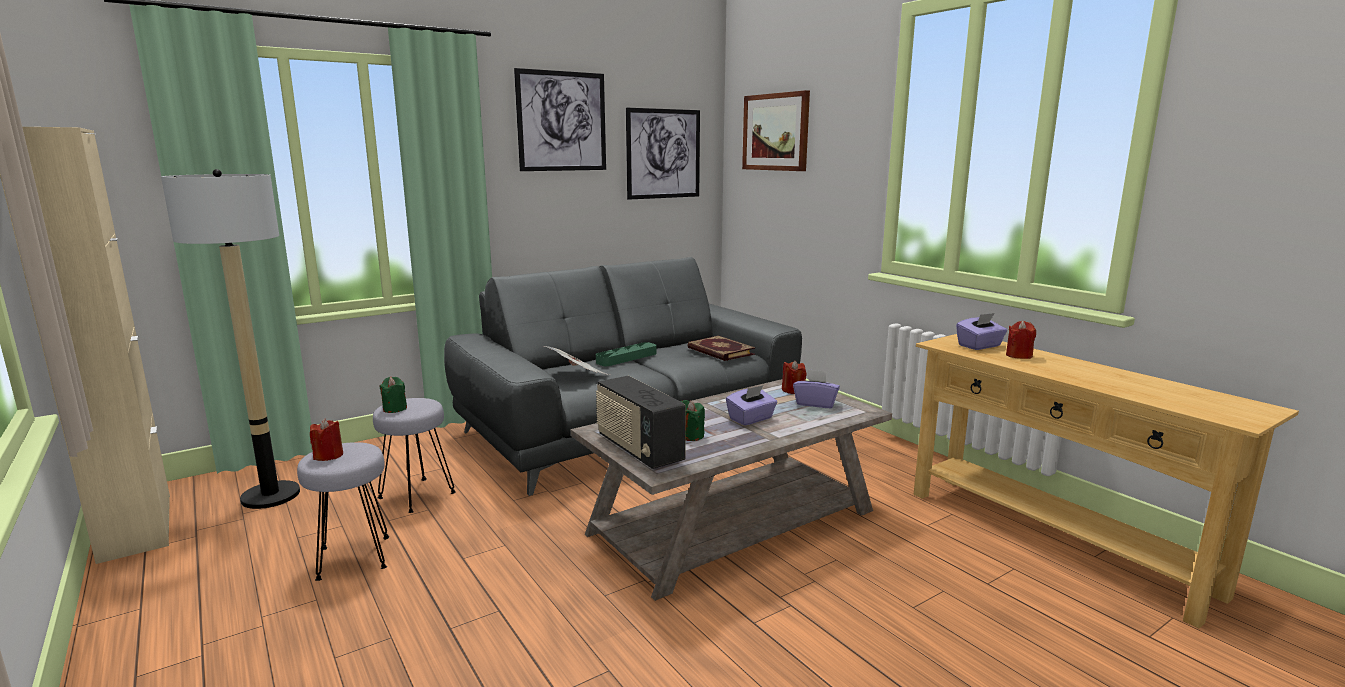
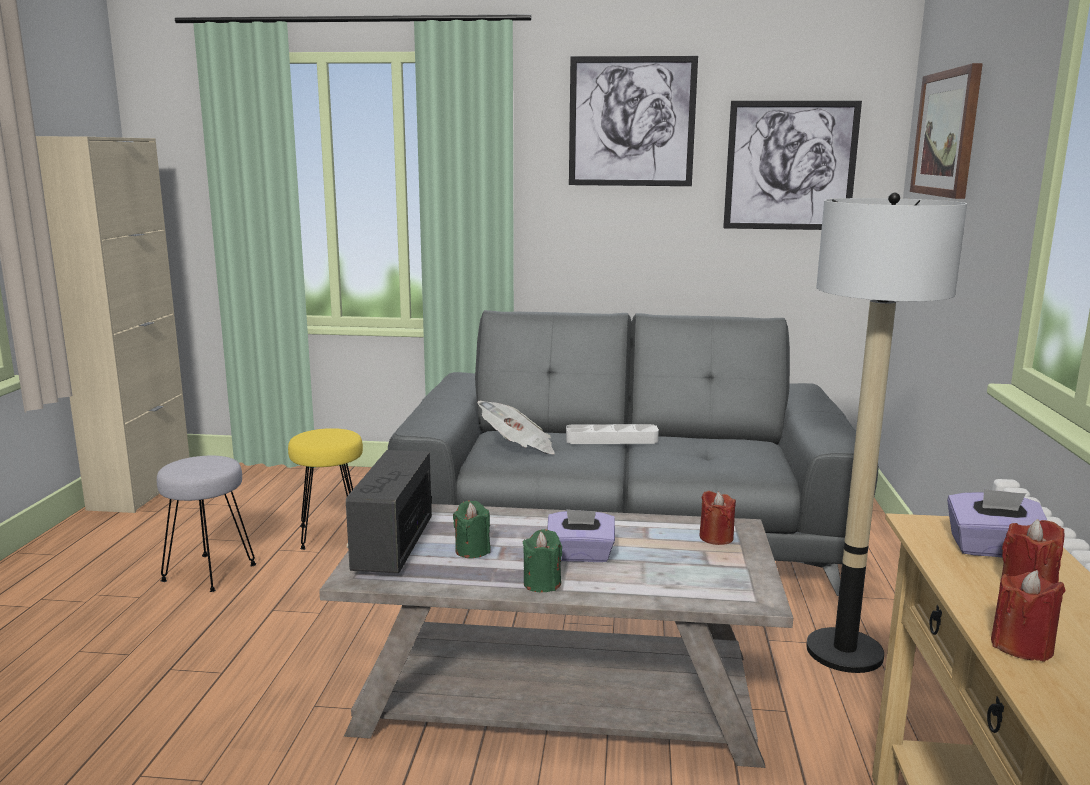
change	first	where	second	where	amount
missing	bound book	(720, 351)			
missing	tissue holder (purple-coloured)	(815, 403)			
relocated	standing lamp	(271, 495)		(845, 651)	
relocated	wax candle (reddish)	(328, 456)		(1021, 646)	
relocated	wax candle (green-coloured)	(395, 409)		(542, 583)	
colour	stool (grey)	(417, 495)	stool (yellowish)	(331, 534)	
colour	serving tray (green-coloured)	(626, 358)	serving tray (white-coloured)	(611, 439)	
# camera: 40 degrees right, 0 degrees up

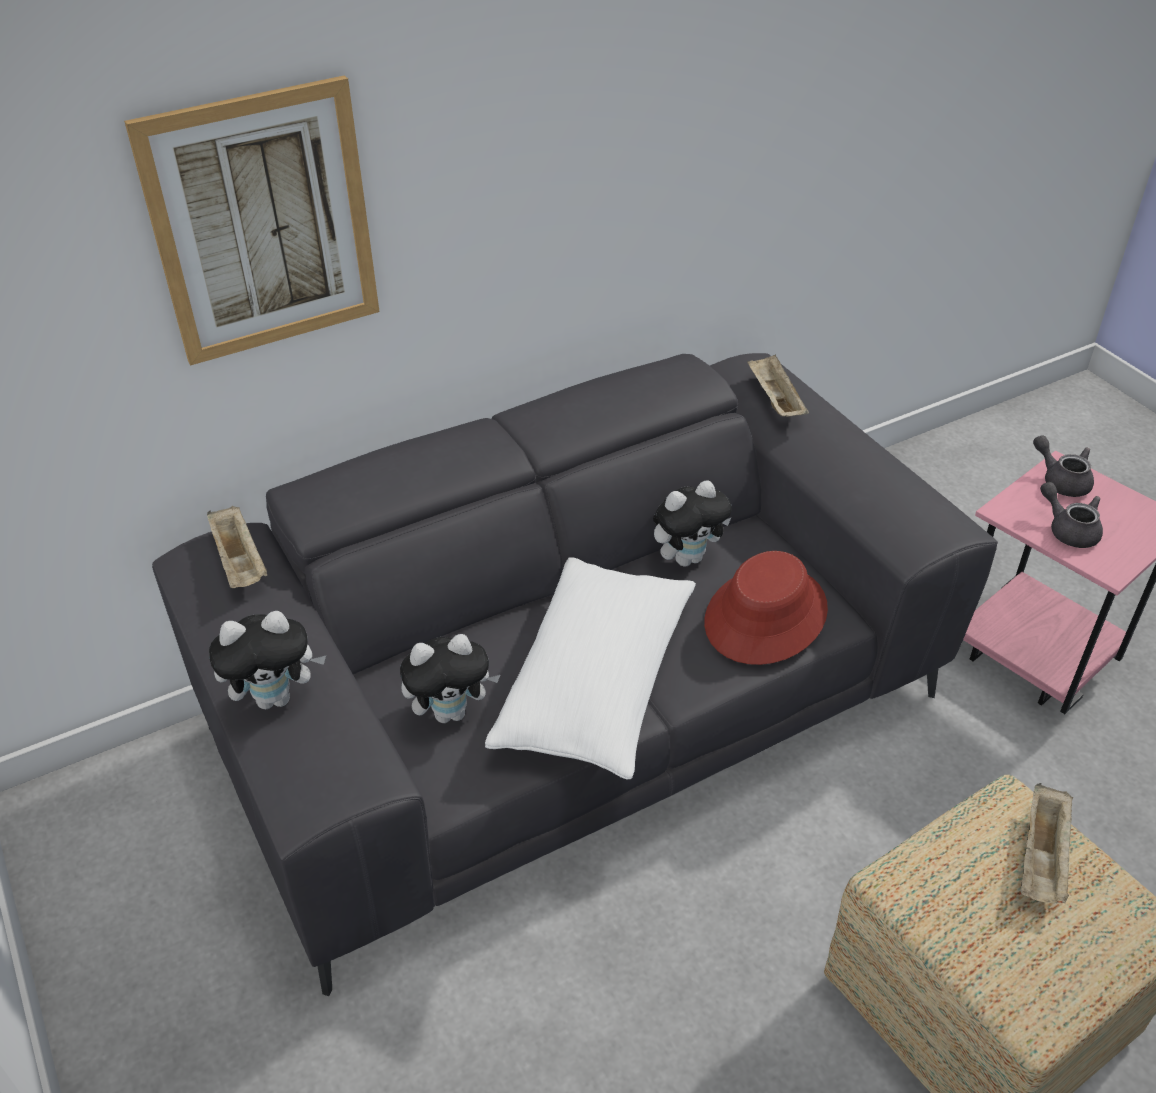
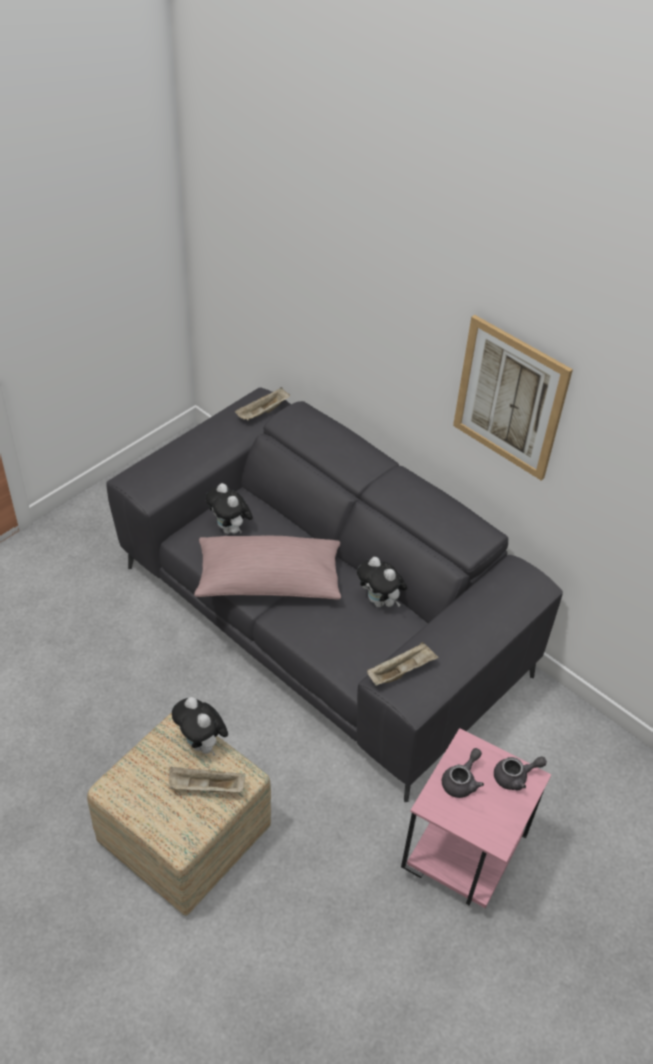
change	first	where	second	where	amount
missing	hat (reddish)	(766, 616)			
relocated	wall picture	(263, 224)		(510, 398)	
relocated	soft toy	(276, 697)		(202, 744)	
relocated	serving tray (beige)	(774, 400)		(401, 671)	
colour	cushion (white-coloured)	(596, 686)	cushion (pinkish)	(268, 582)	
spun	pot for tea (grey)	(1061, 480)		(515, 777)	45 degrees clockwise
# camera: 70 degrees right, 5 degrees up

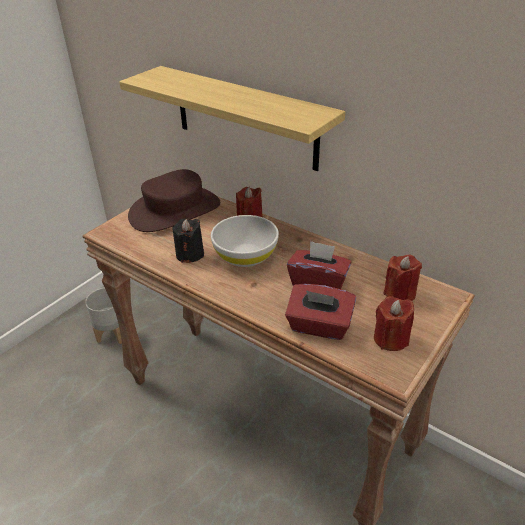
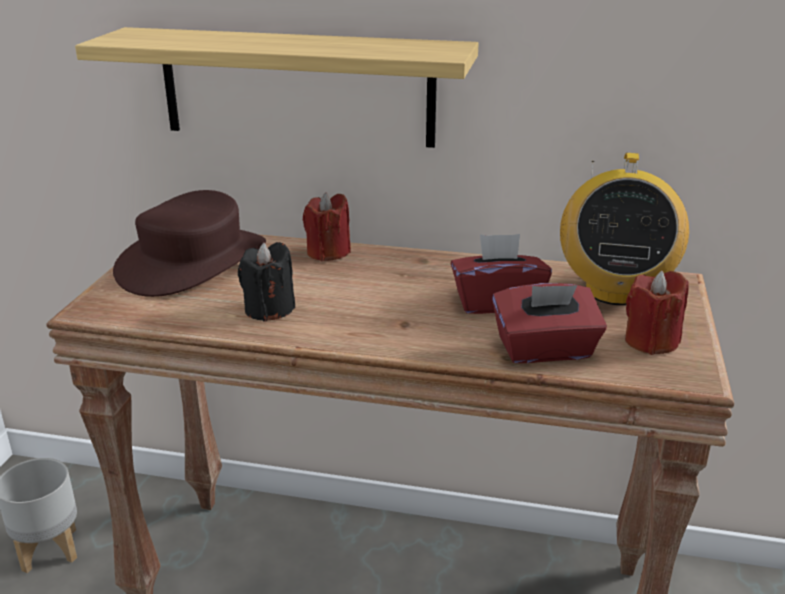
change	first	where	second	where	amount
missing	deep dish (white-coloured)	(246, 256)			
exchanged	wax candle (reddish)	(399, 293)	radio	(614, 291)	
# camera: 25 degrees left, 10 degrees down

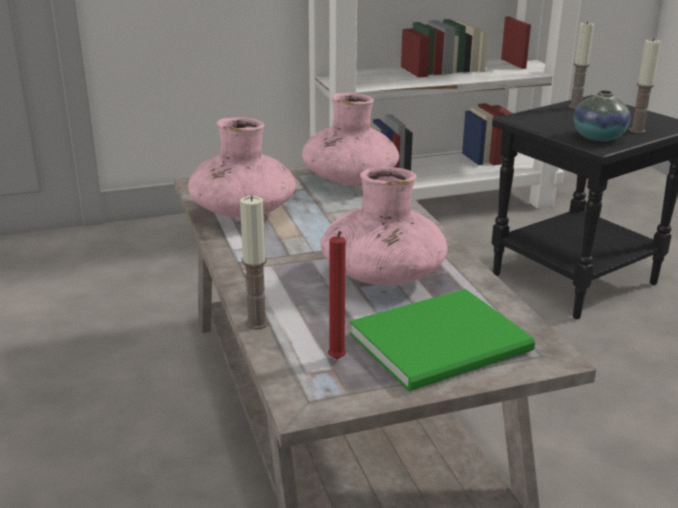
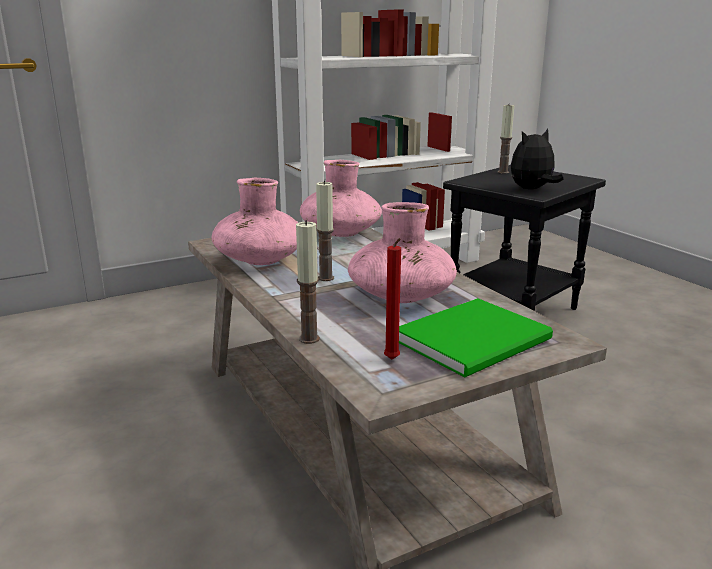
change	first	where	second	where	amount
relocated	wax candle	(637, 130)		(326, 278)	
exchanged	decorative vase	(598, 137)	soft toy	(532, 189)	
# camera: 10 degrees left, 5 degrees down

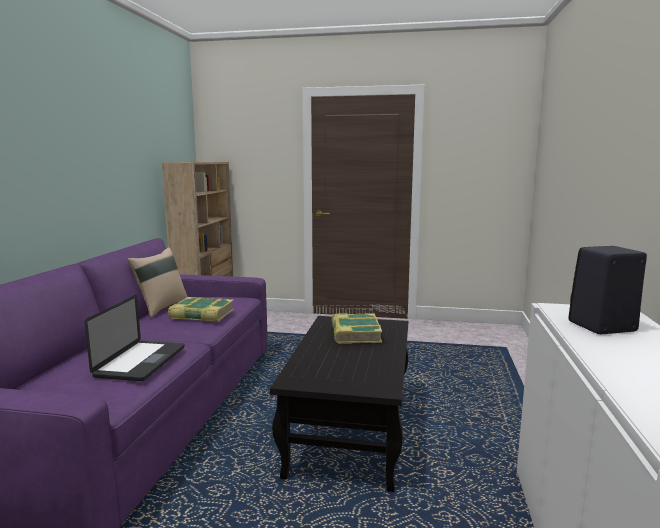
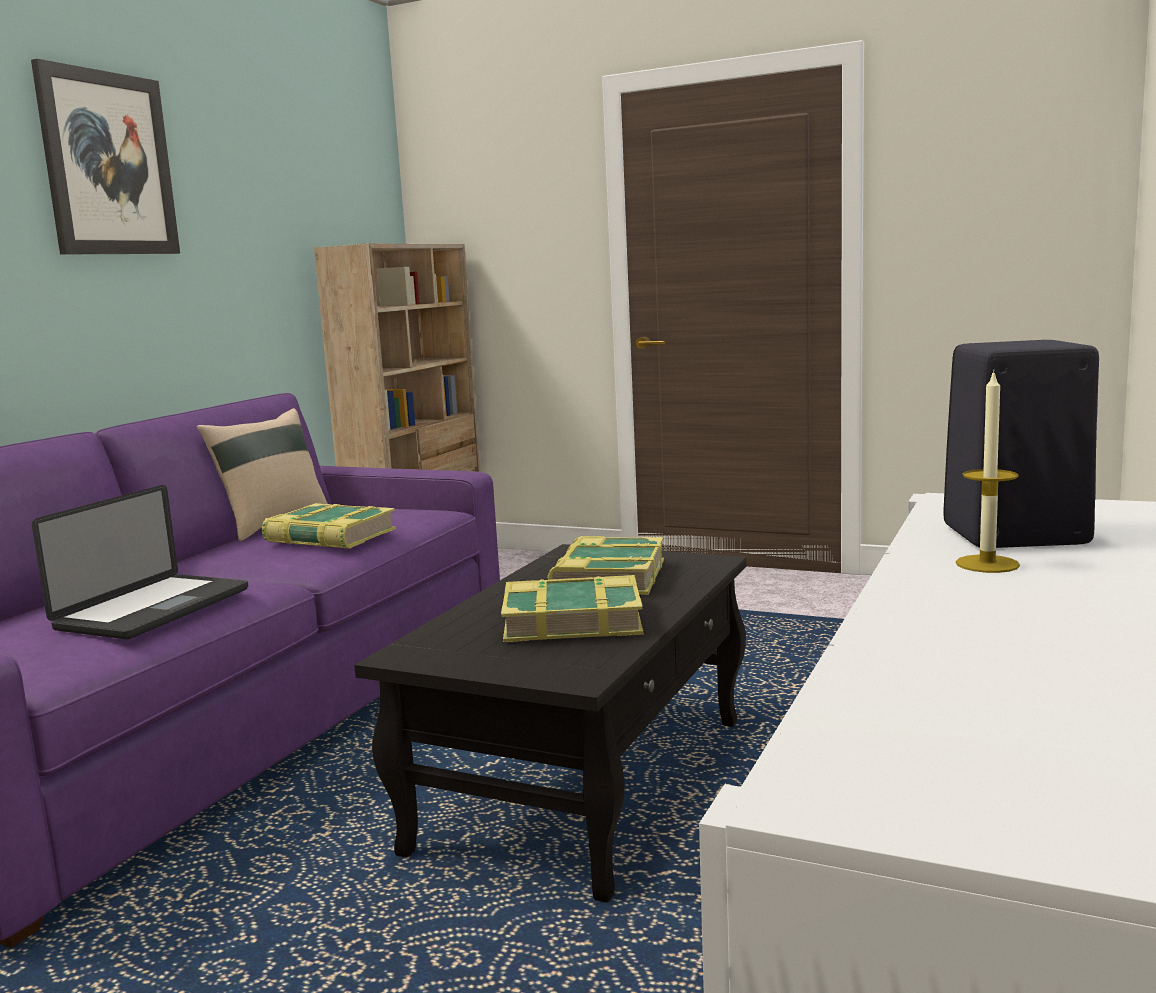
change	first	where	second	where	amount
appeared			wall picture	(108, 164)	
appeared			bound book	(572, 621)	
appeared			wax candle	(987, 564)	
# camera: 15 degrees right, 0 degrees up

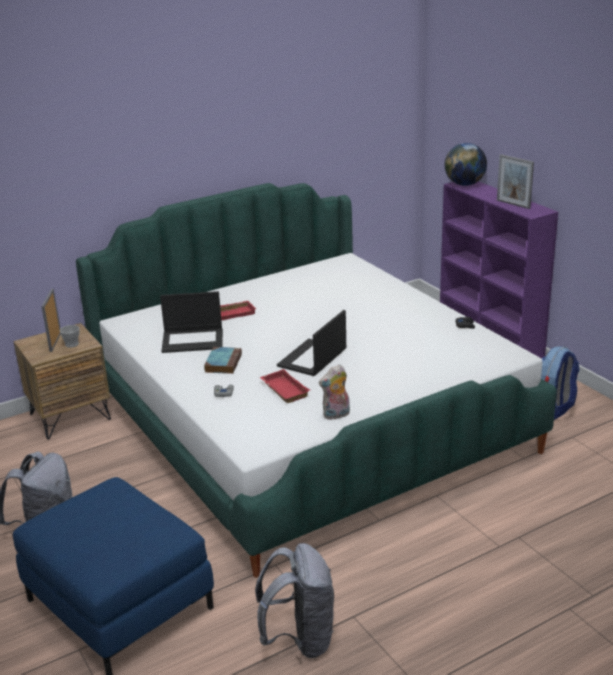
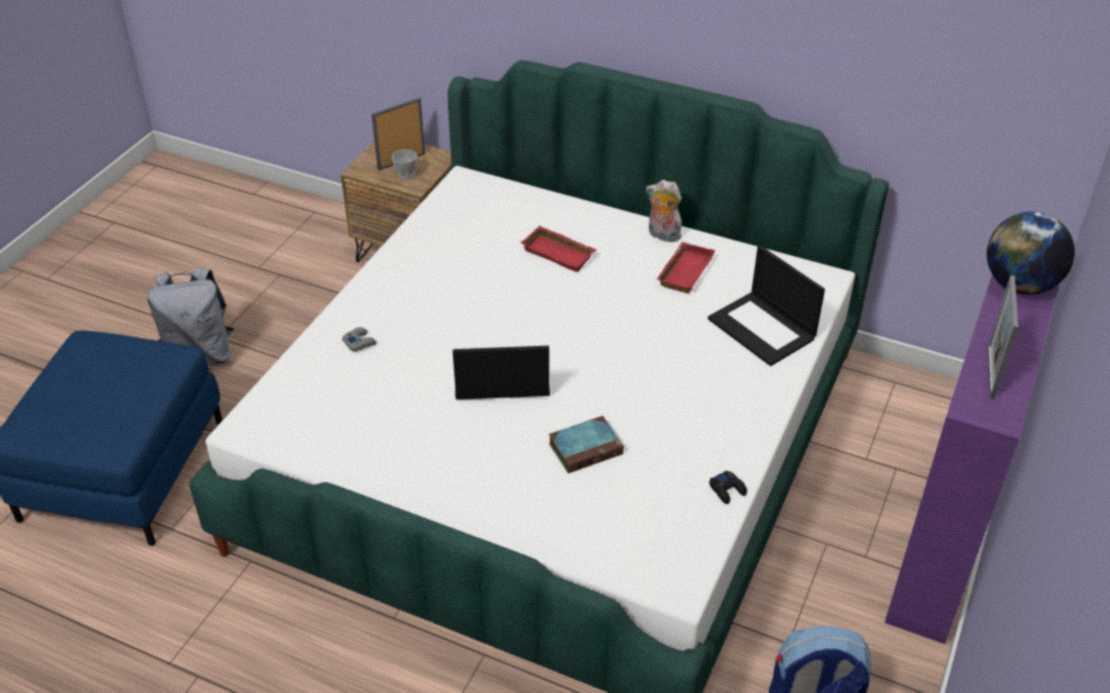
change	first	where	second	where	amount
missing	knapsack (grey)	(300, 639)			
relocated	notebook computer	(193, 340)		(763, 329)	
relocated	bound book	(223, 363)		(586, 447)	
relocated	serving tray (reddish)	(283, 390)		(684, 271)	
relocated	soft toy	(336, 415)		(662, 235)	
# camera: 55 degrees right, 15 degrees up

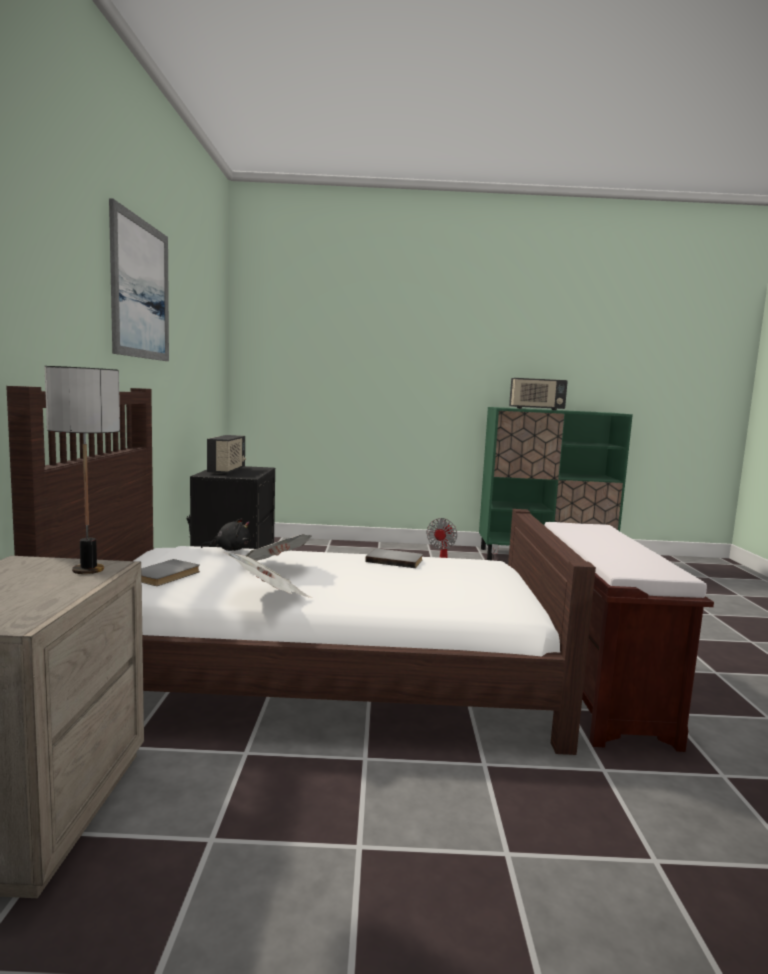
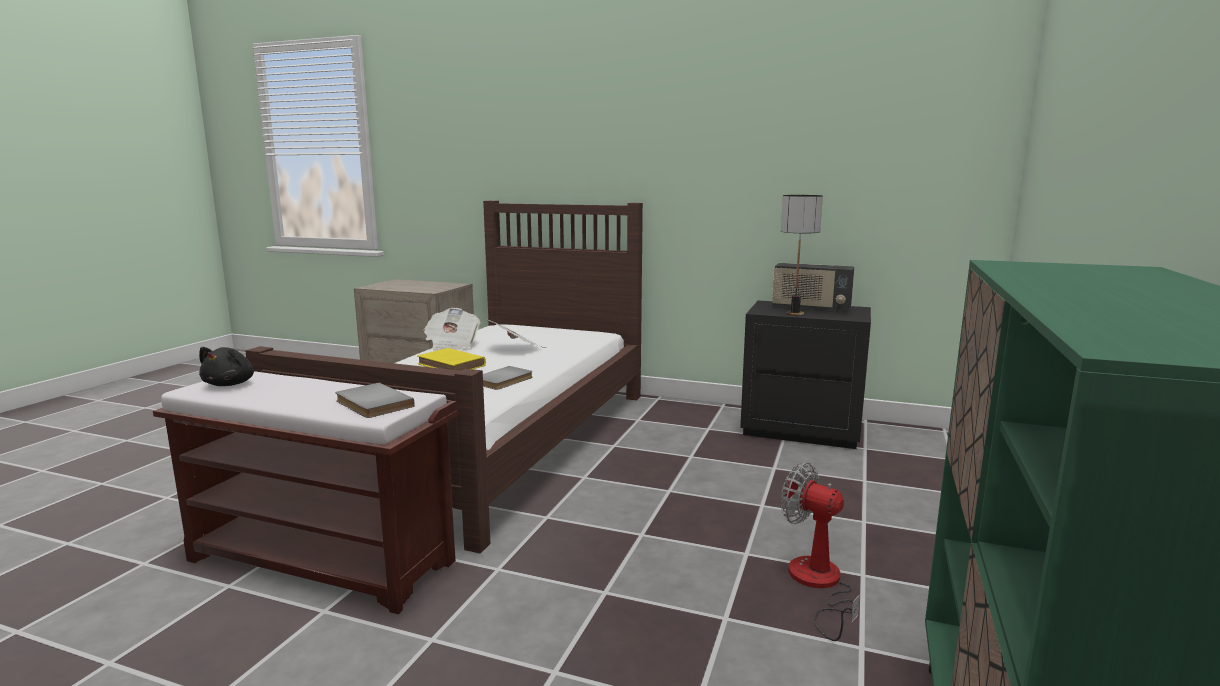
change	first	where	second	where	amount
missing	wall picture	(140, 289)			
missing	radio	(536, 409)			
appeared			bound book (yellowish)	(452, 365)	
relocated	table lamp	(87, 570)		(794, 314)	
relocated	bound book (grey)	(167, 575)		(371, 404)	
relocated	soft toy (black-coloured)	(230, 549)		(231, 384)	
# camera: 110 degrees right, 5 degrees up

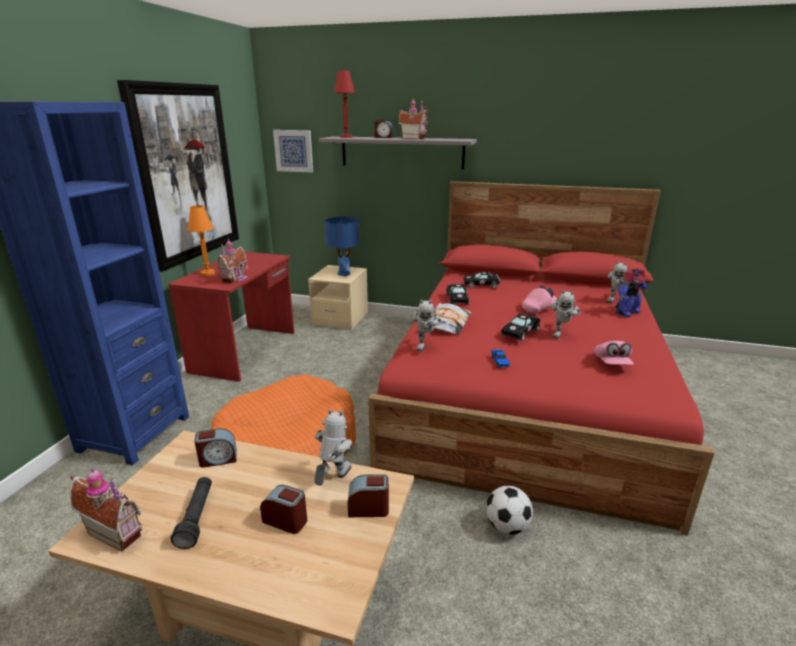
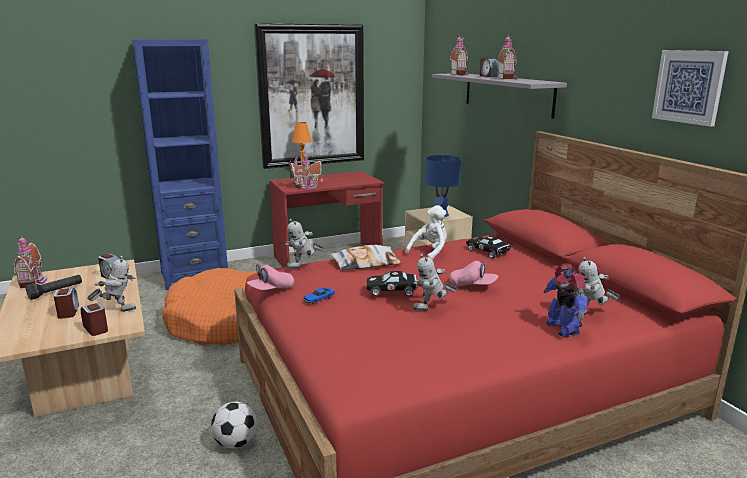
change	first	where	second	where	amount
relocated	wall picture	(293, 151)		(689, 86)	
relocated	peaked cap (pinkish)	(612, 363)		(271, 290)	
exchanged	table lamp (reddish)	(346, 137)	miniature house	(460, 74)	
exchanged	model car (black-coloured)	(457, 299)	soft toy (white-coloured)	(430, 252)	
spun	robot figure	(626, 312)		(563, 328)	60 degrees clockwise
# camera: 50 degrees right, 5 degrees down

